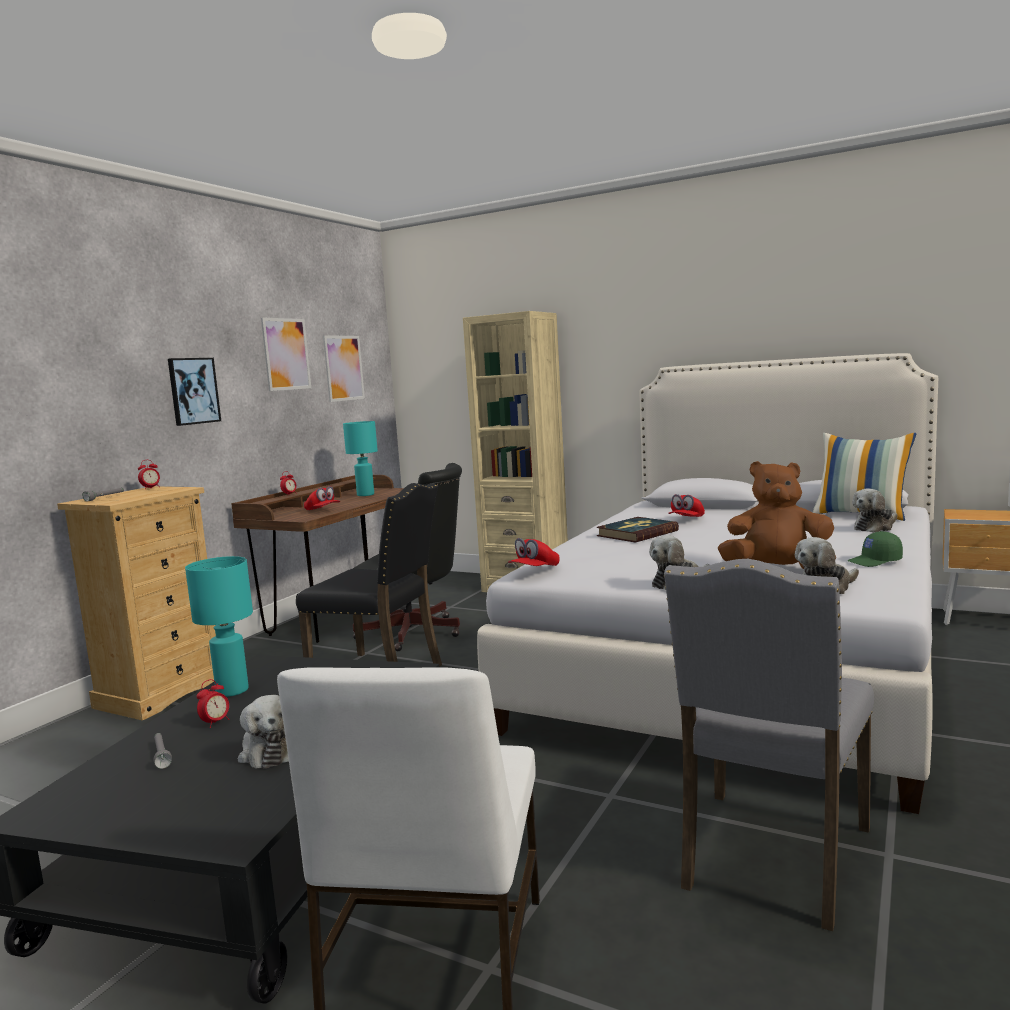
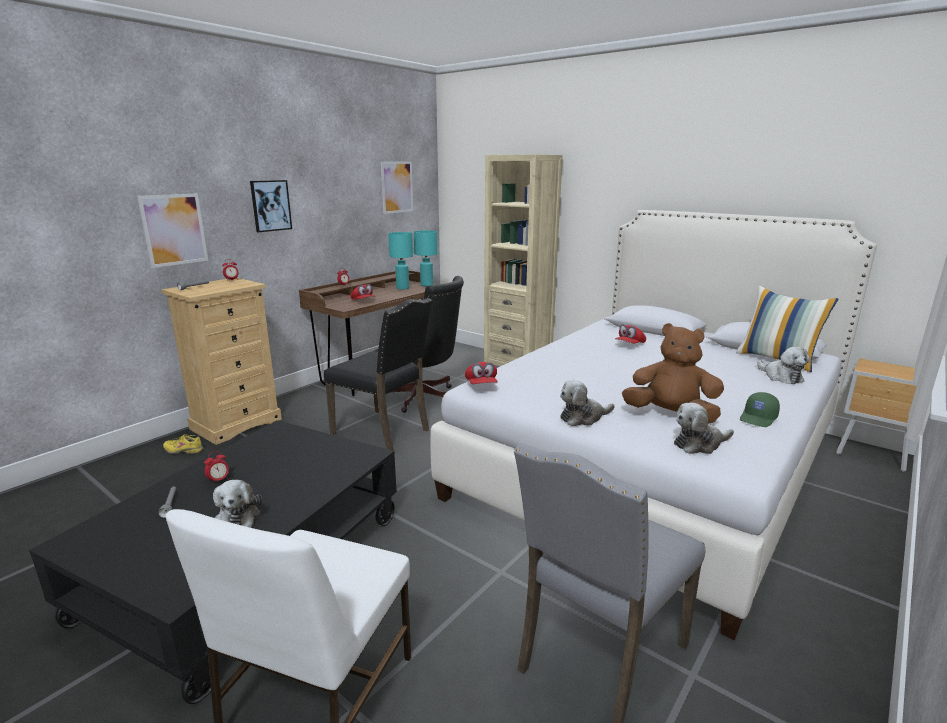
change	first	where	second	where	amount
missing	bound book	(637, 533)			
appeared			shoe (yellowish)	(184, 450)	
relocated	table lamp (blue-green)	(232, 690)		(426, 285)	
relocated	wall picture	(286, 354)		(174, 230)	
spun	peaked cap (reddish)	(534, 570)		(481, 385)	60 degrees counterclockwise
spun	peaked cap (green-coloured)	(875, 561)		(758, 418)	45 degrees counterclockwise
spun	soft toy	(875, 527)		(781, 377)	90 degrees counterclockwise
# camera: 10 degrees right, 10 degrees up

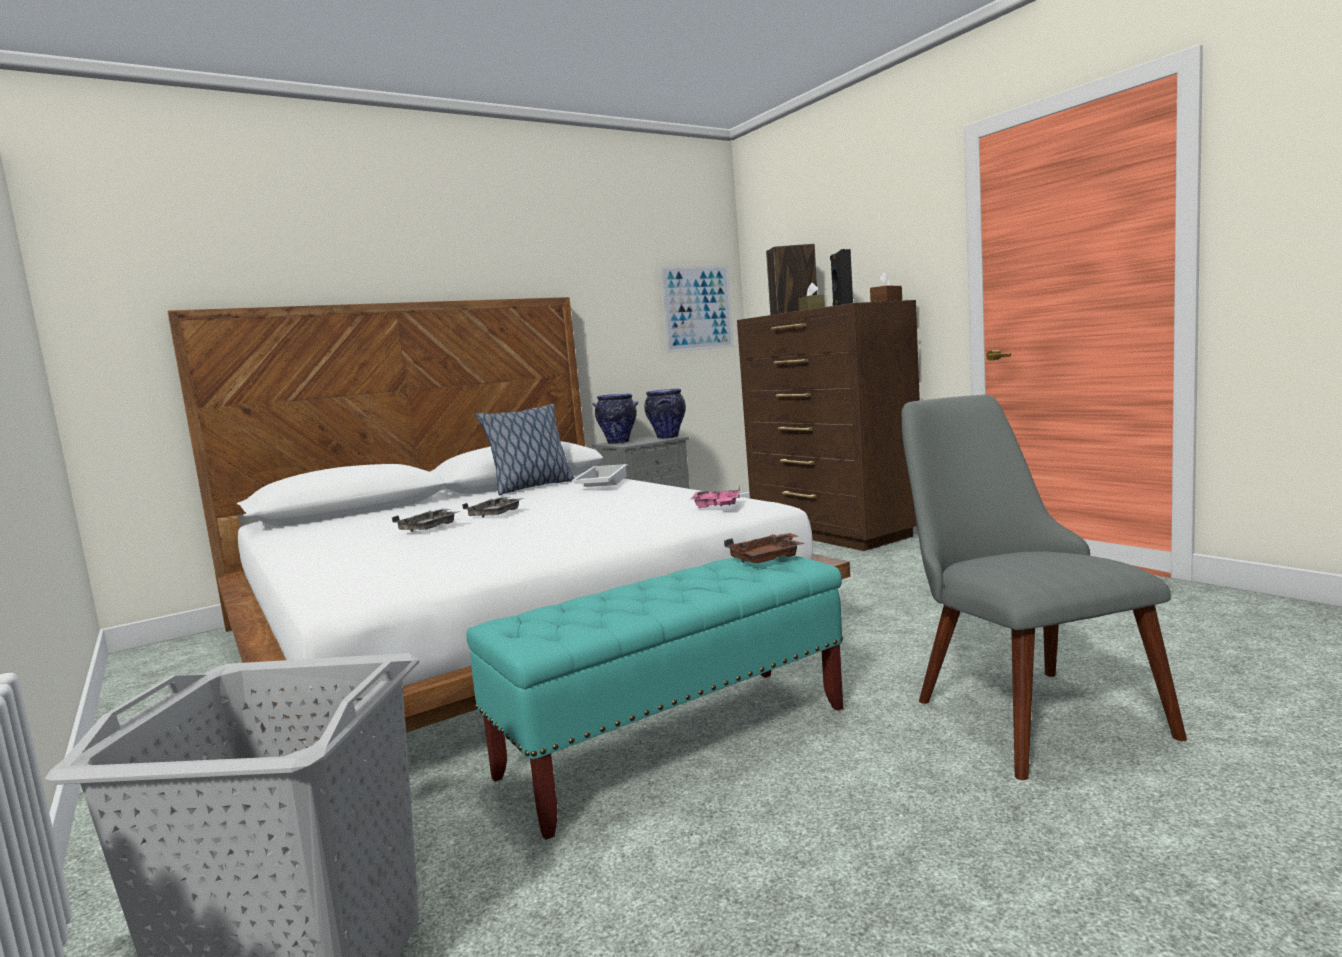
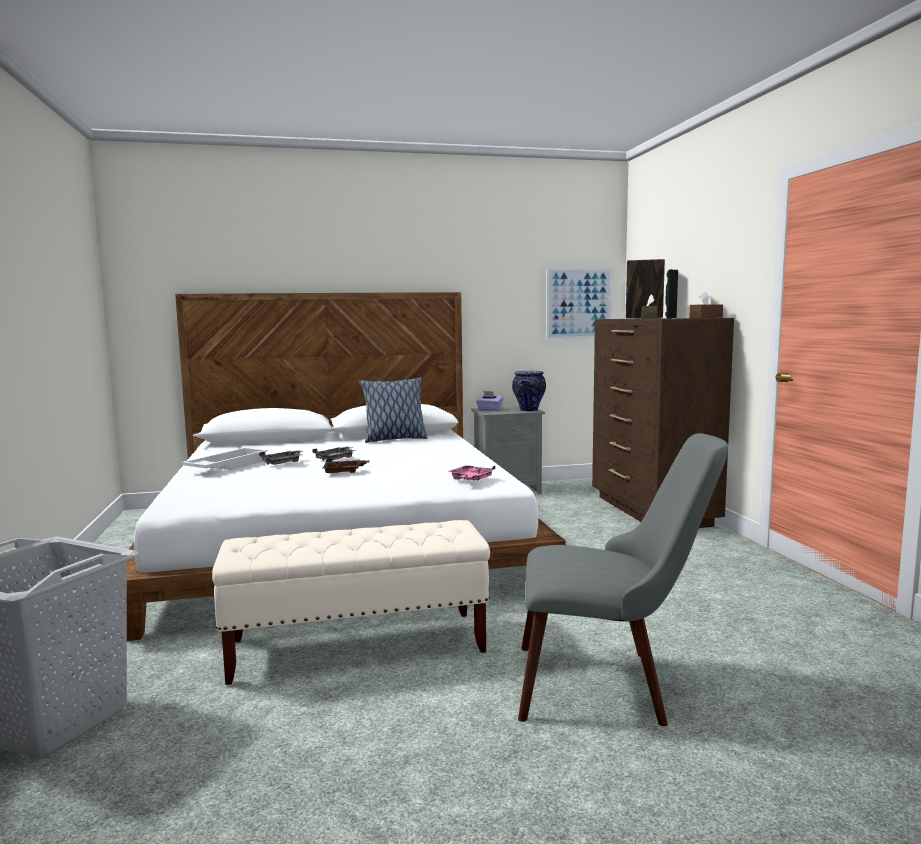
change	first	where	second	where	amount
relocated	serving tray (white-coloured)	(601, 484)		(226, 466)	
relocated	serving tray (brown-coloured)	(767, 558)		(344, 472)	
exchanged	decorative vase	(619, 442)	tissue holder (purple-coloured)	(489, 410)	
colour	bench (blue-green)	(677, 743)	bench (beige)	(358, 647)	
spun	chair (grey)	(1018, 706)		(611, 684)	90 degrees clockwise
# camera: 20 degrees right, 0 degrees up

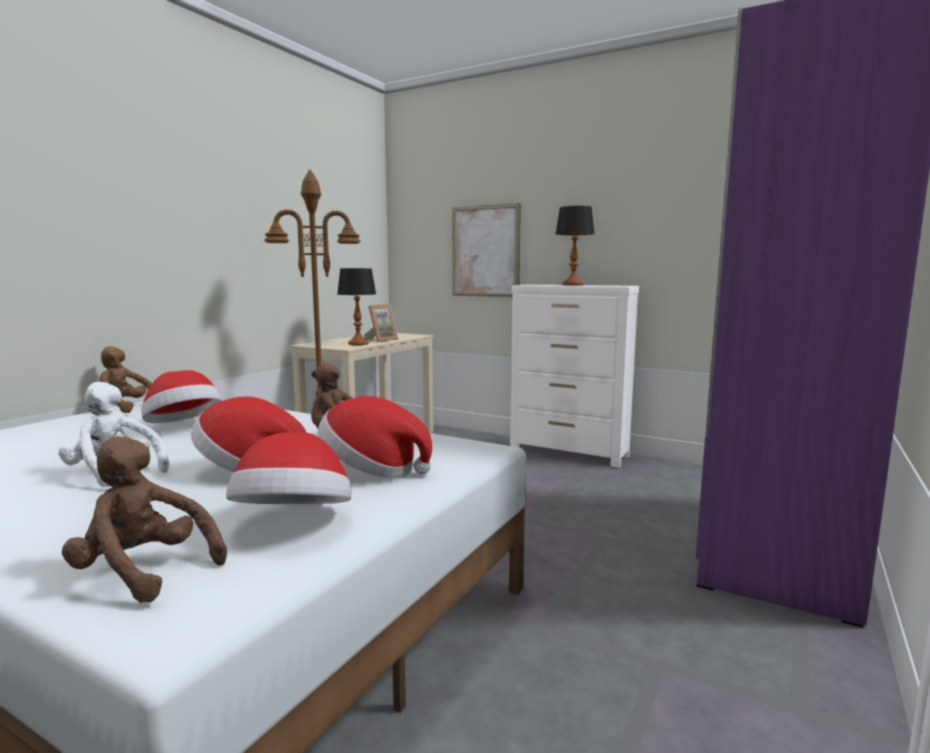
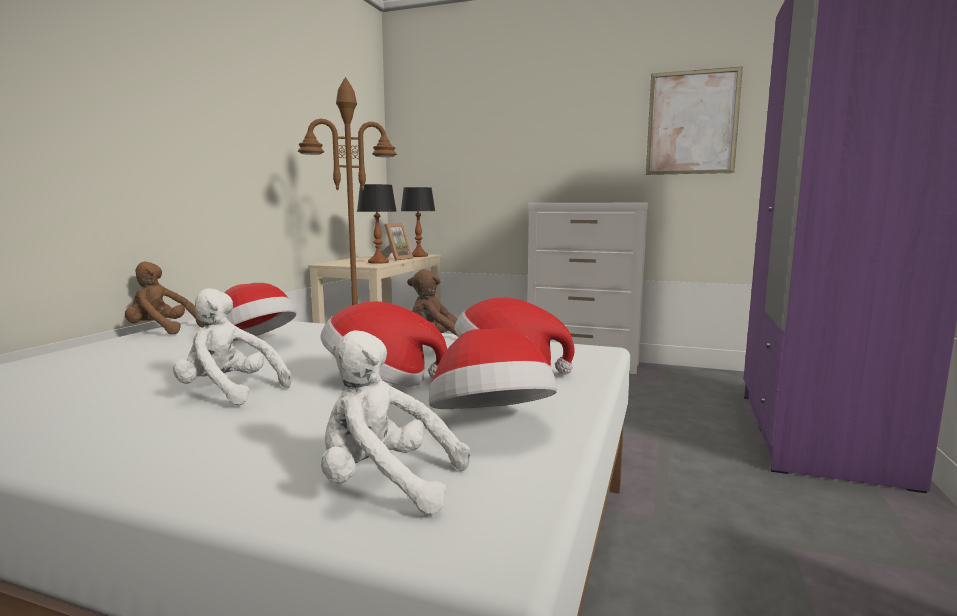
change	first	where	second	where	amount
relocated	wall picture	(485, 251)		(692, 123)	
relocated	table lamp	(572, 285)		(418, 256)	
colour	soft toy (brown-coloured)	(144, 572)	soft toy (white-coloured)	(385, 484)	
# camera: 10 degrees left, 0 degrees up

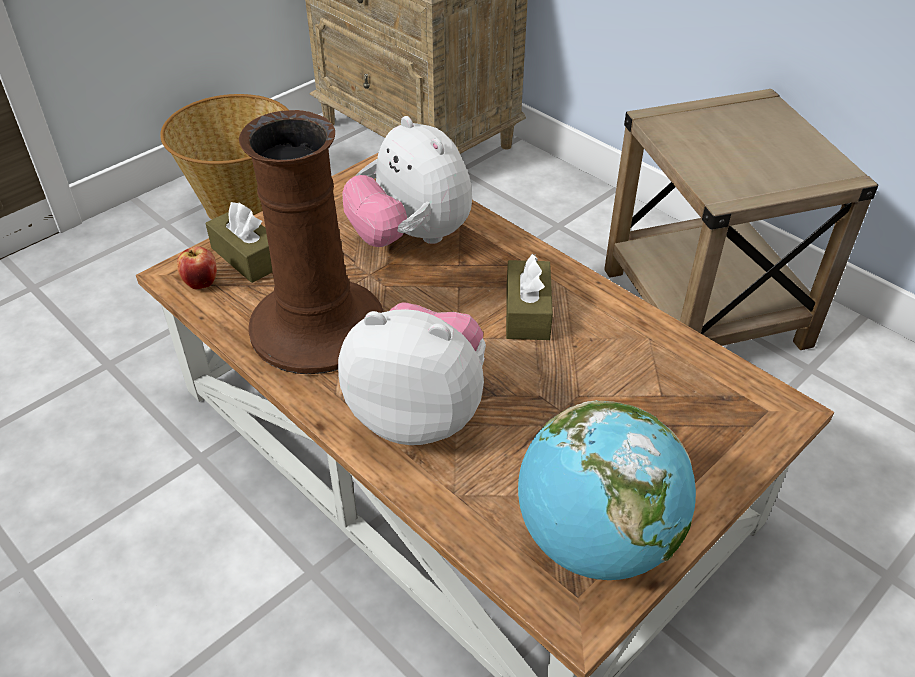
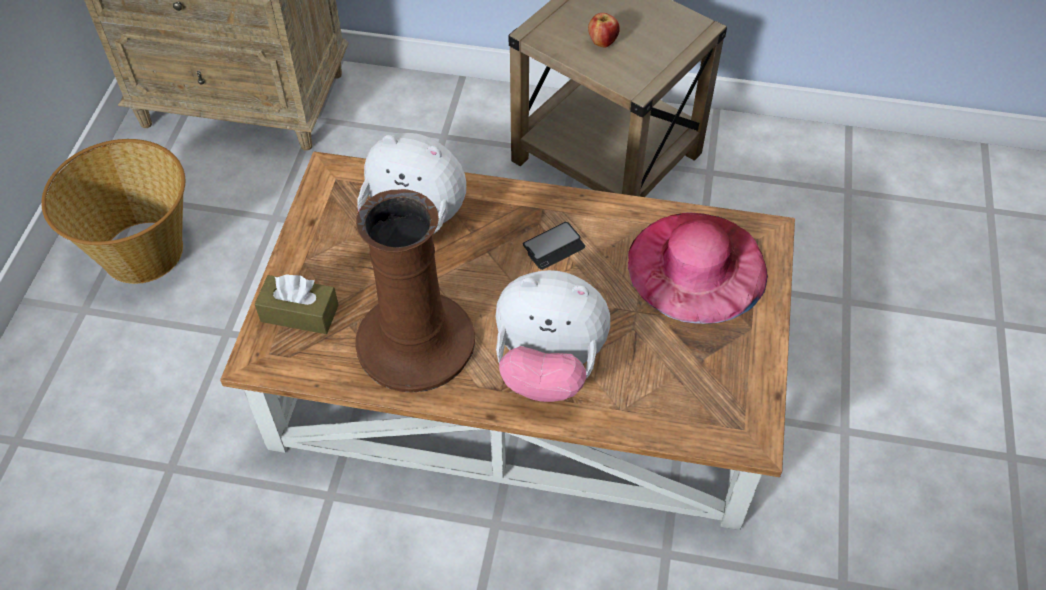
change	first	where	second	where	amount
missing	globe	(595, 541)			
appeared			hat (pinkish)	(697, 266)	
relocated	apple fruit	(201, 283)		(602, 42)	
exchanged	tissue holder (brown-coloured)	(527, 312)	handset	(554, 247)	
spun	soft toy	(419, 412)		(548, 366)	150 degrees counterclockwise
# camera: 35 degrees left, 10 degrees up

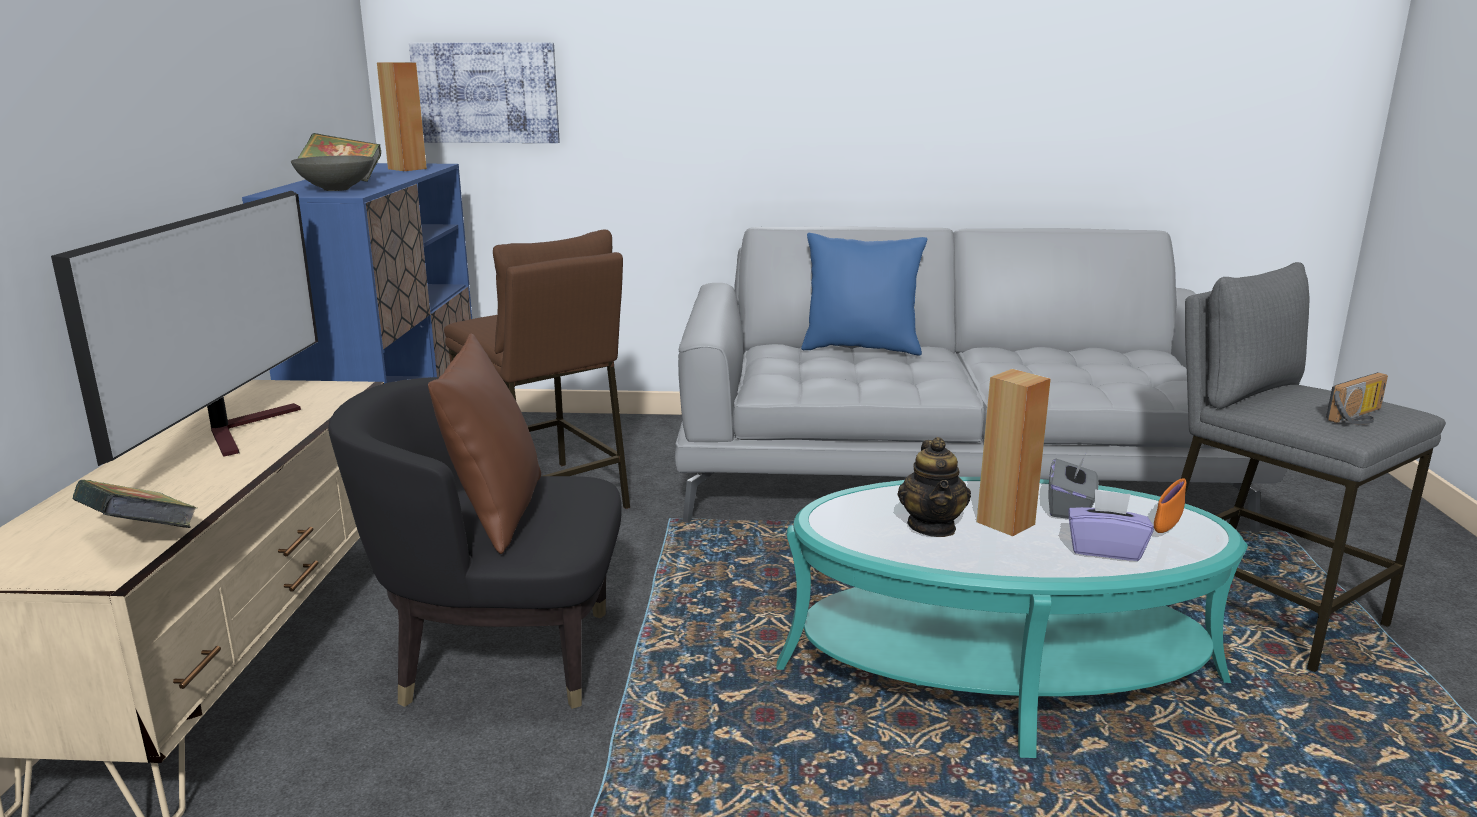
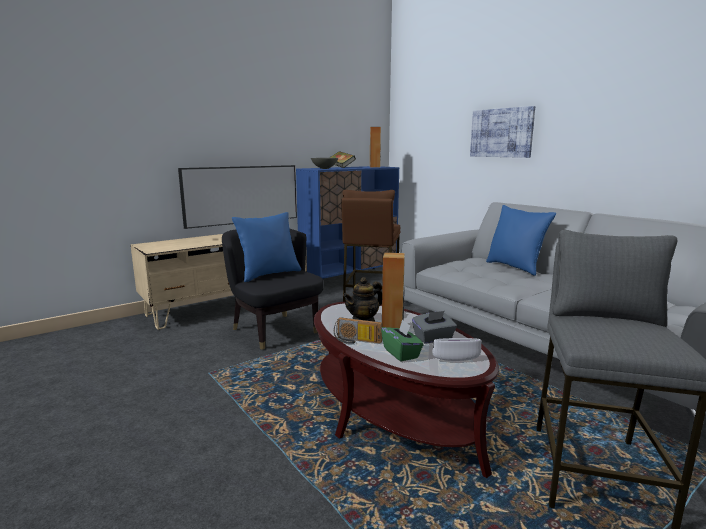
change	first	where	second	where	amount
missing	bound book	(141, 538)			
relocated	wall picture	(486, 93)		(501, 133)	
relocated	radio	(1360, 417)		(356, 341)	
colour	cushion (brown-coloured)	(496, 514)	cushion (blue)	(269, 274)	
colour	coffee table (blue-green)	(999, 673)	coffee table (brown-coloured)	(392, 412)	
colour	tissue holder (purple-coloured)	(1105, 549)	tissue holder (green-coloured)	(401, 353)	
colour	deep dish (orangey)	(1167, 525)	deep dish (white-coloured)	(456, 360)	
# camera: 50 degrees right, 5 degrees down

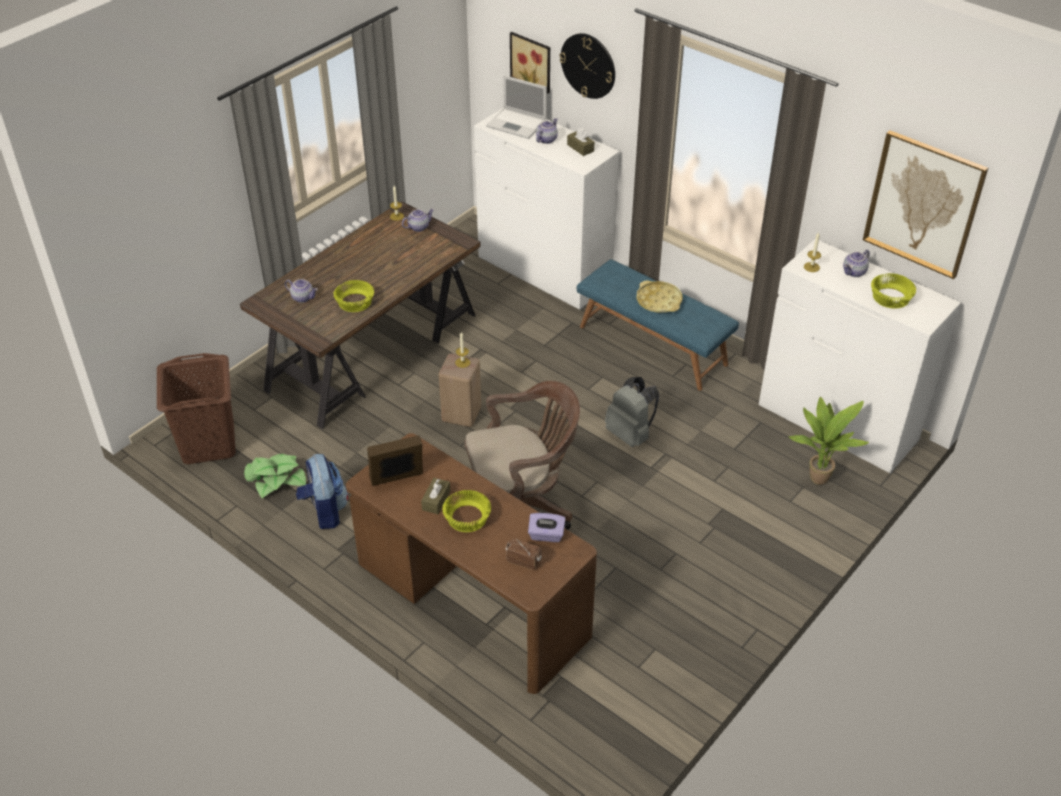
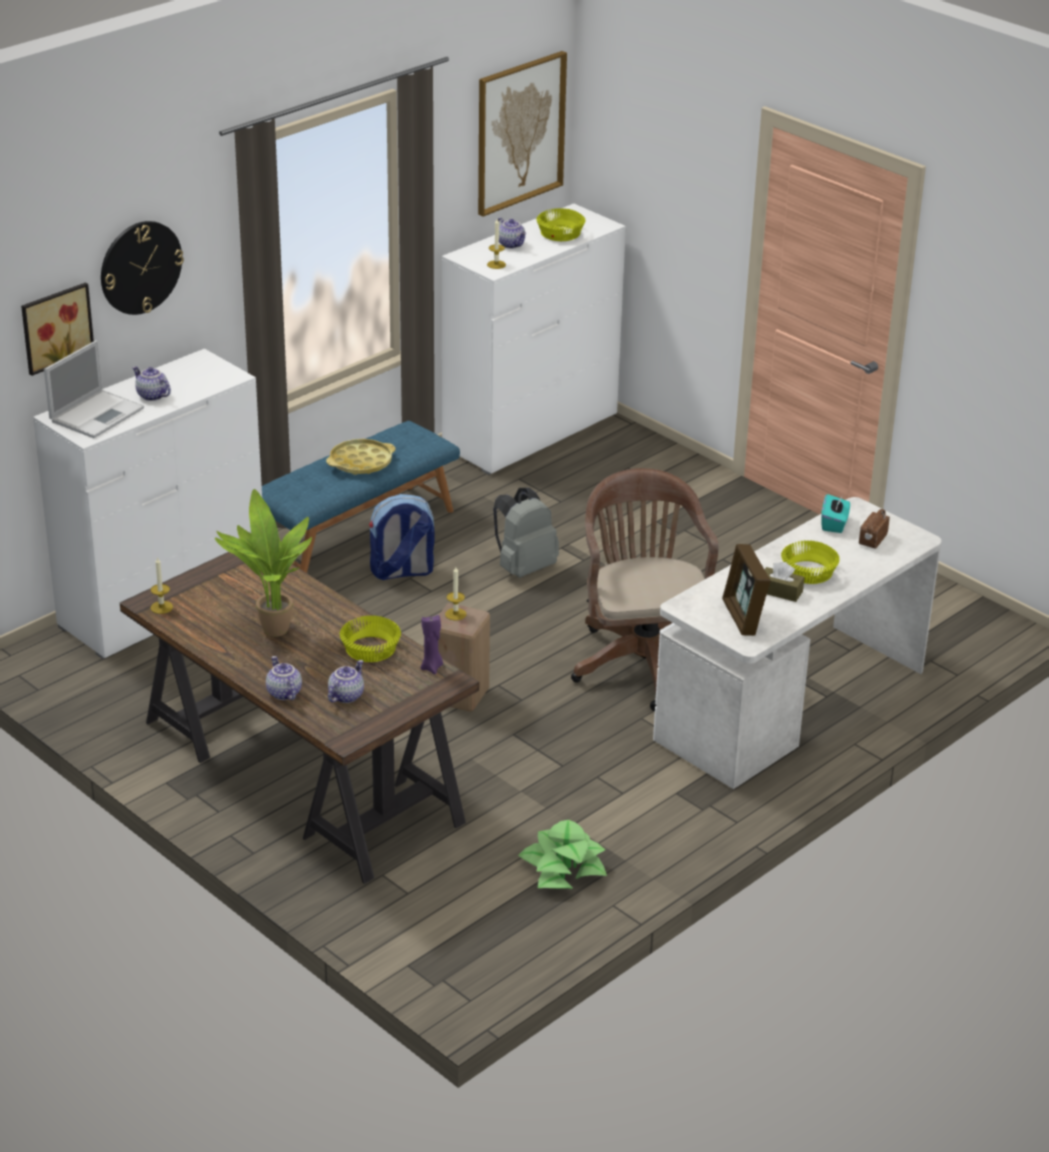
change	first	where	second	where	amount
missing	hamper (brown-coloured)	(208, 444)			
missing	tissue holder (brown-coloured)	(580, 148)			
appeared			wax candle (purple-coloured)	(432, 667)	
relocated	knapsack	(324, 511)		(402, 572)	
relocated	pot for tea	(418, 227)		(283, 693)	
relocated	houseplant	(817, 477)		(271, 631)	
colour	desk table (brown-coloured)	(471, 601)	desk table (white-coloured)	(792, 705)	
colour	tissue holder (purple-coloured)	(546, 535)	tissue holder (blue-green)	(834, 524)	
# camera: 85 degrees left, 10 degrees down

